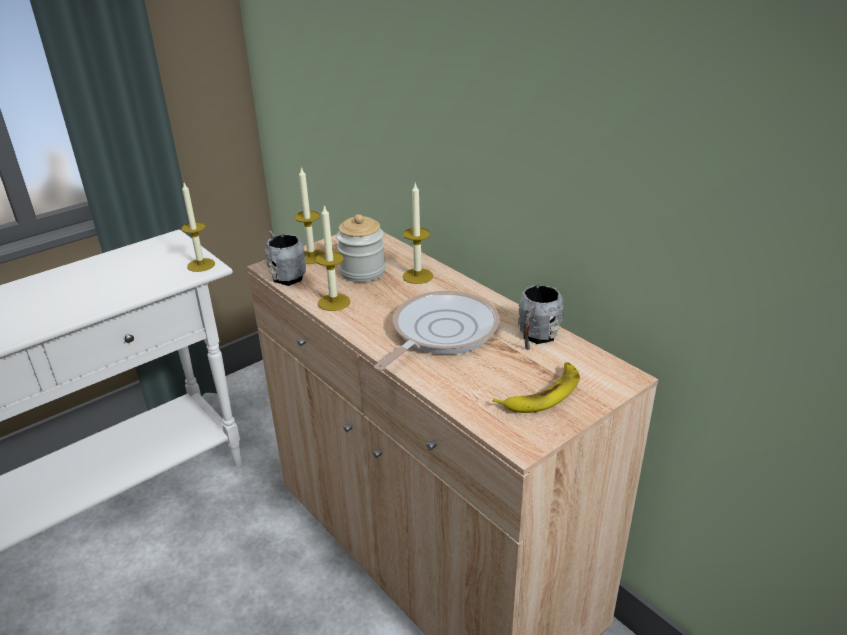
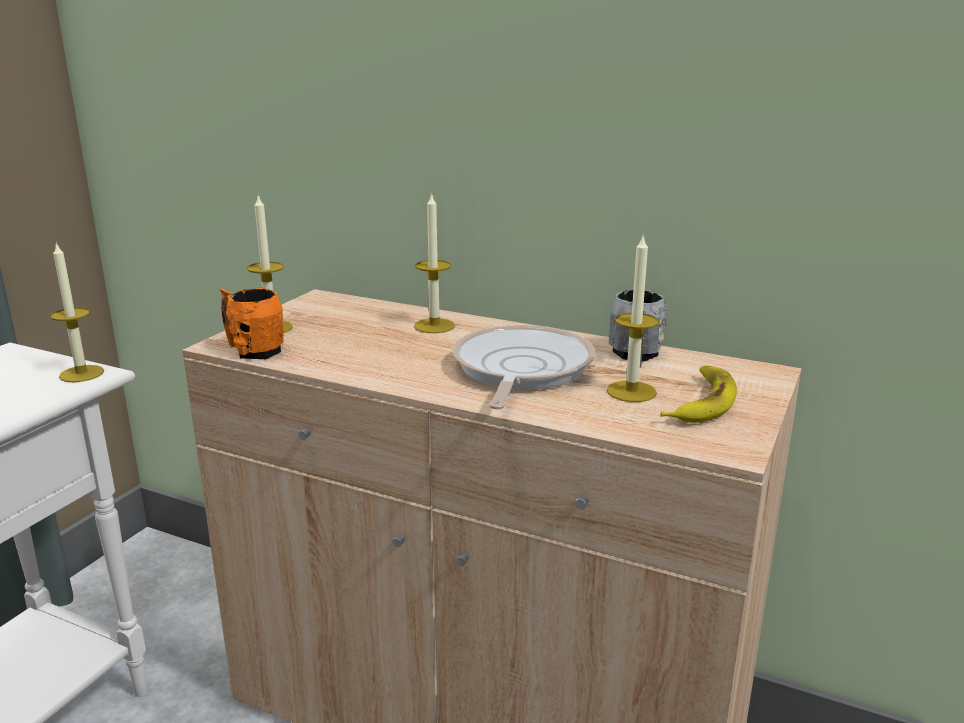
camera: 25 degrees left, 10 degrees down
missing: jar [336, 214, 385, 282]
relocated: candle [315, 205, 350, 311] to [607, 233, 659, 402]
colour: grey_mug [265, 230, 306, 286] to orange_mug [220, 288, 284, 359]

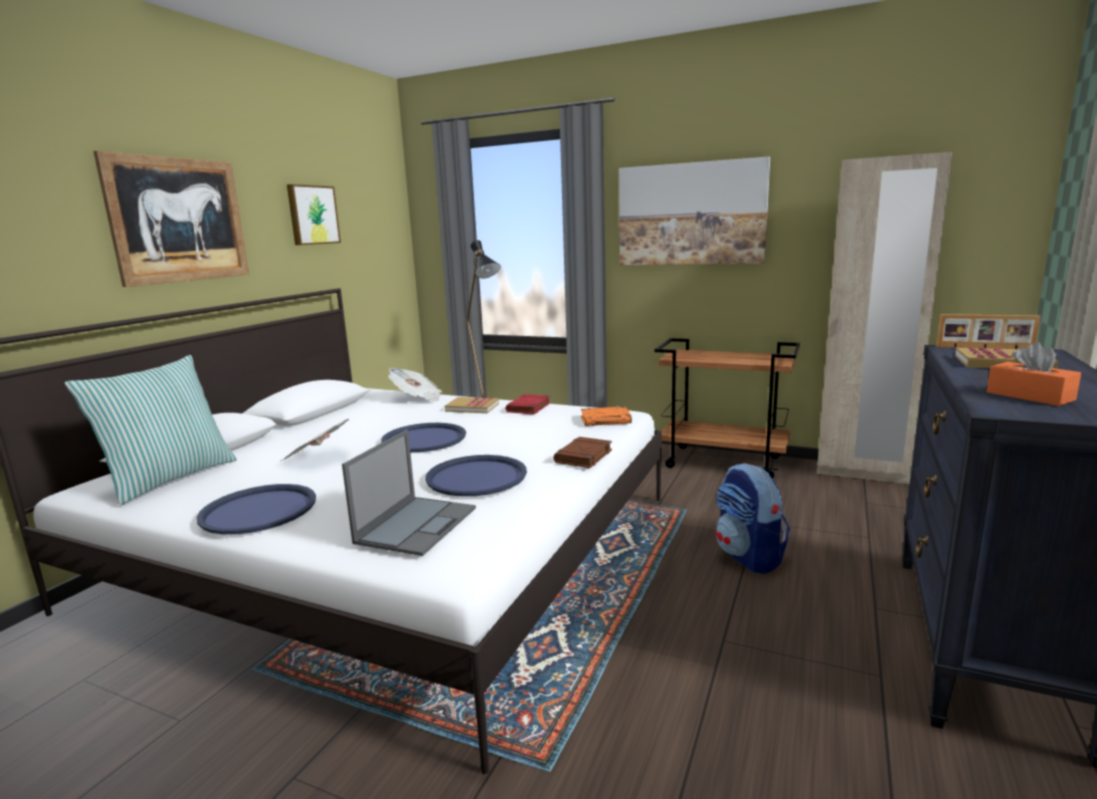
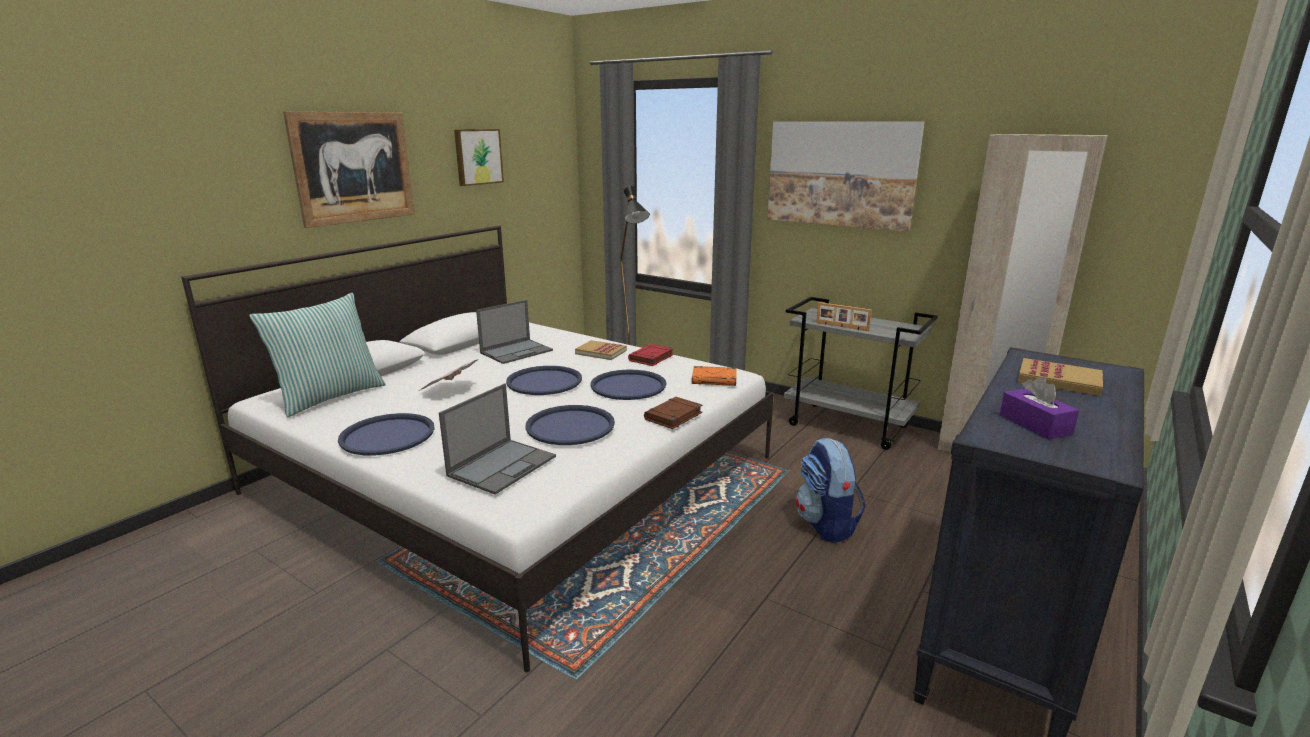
camera: 10 degrees right, 5 degrees up
missing: newspaper [388, 368, 442, 402]
appeared: laptop [476, 300, 553, 364]; blue_tray [591, 370, 666, 400]
relocated: picture_frame [937, 314, 1041, 349] to [816, 302, 872, 331]
colour: brown_cart [654, 338, 800, 479] to grey_cart [784, 297, 938, 450]; orange_tissue_box [987, 342, 1081, 406] to purple_tissue_box [1000, 376, 1079, 439]

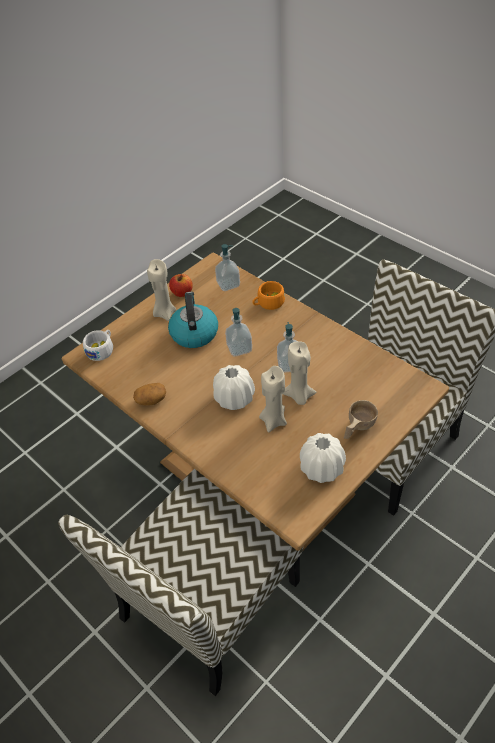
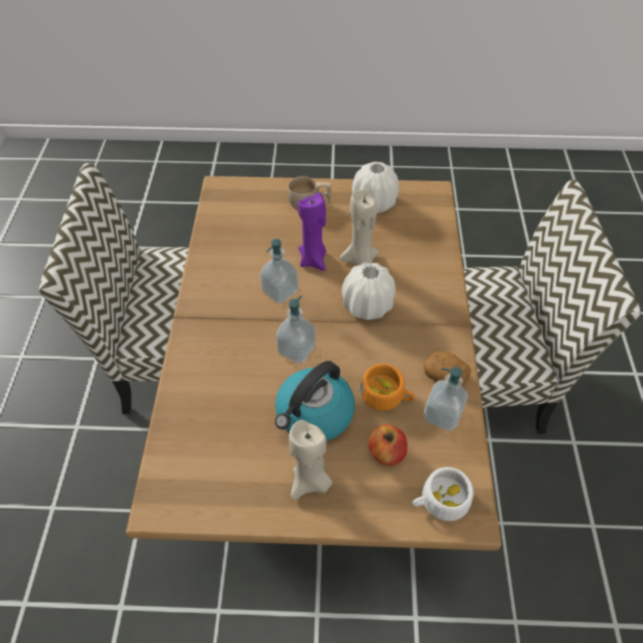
camera: 135 degrees left, 5 degrees up
relocated: orange_cup [253, 281, 285, 310] to [360, 364, 415, 411]; apple [169, 274, 193, 297] to [368, 424, 407, 466]; soap_dispenser [215, 244, 240, 291] to [423, 367, 468, 431]
colour: beige_candle [283, 341, 316, 405] to purple_candle [298, 192, 326, 271]

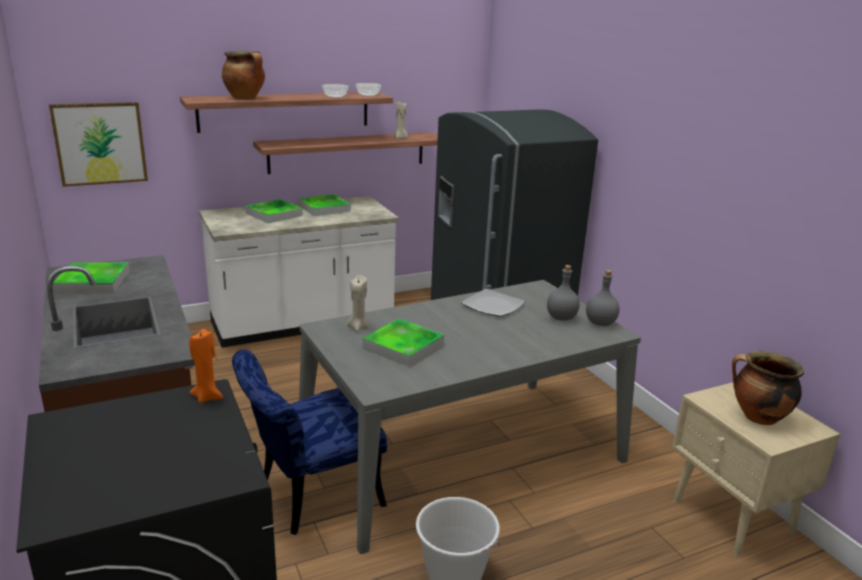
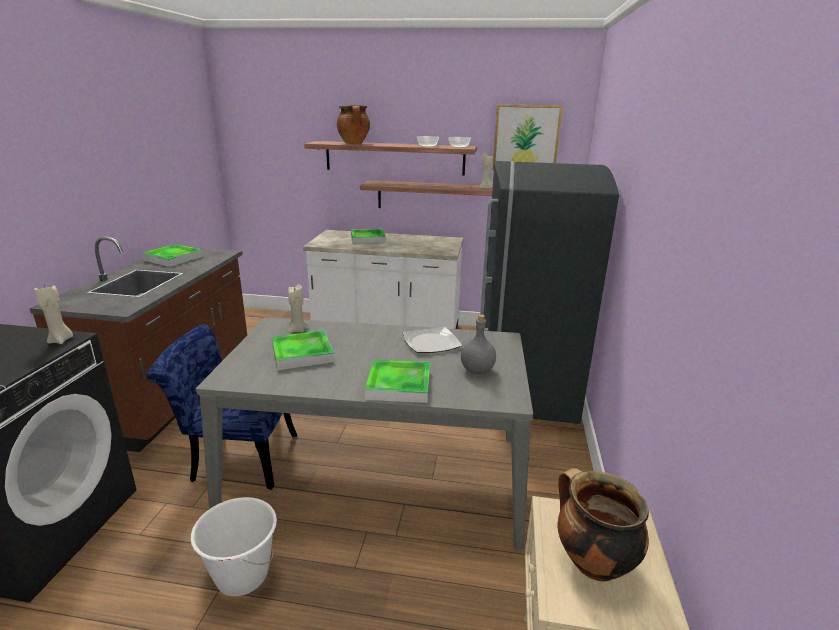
camera: 35 degrees right, 0 degrees up
missing: grey_bottle [586, 270, 619, 326]
relocated: tray [299, 194, 351, 216] to [365, 360, 430, 403]; picture [49, 102, 148, 187] to [493, 104, 563, 170]
colour: orange_candle [189, 329, 223, 403] to beige_candle [34, 285, 73, 344]

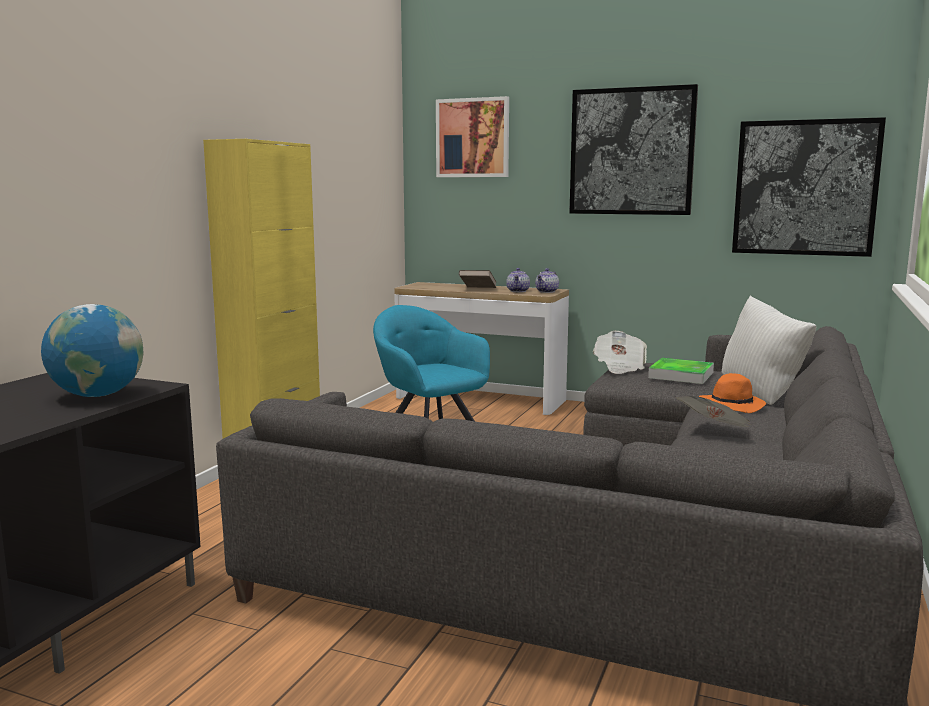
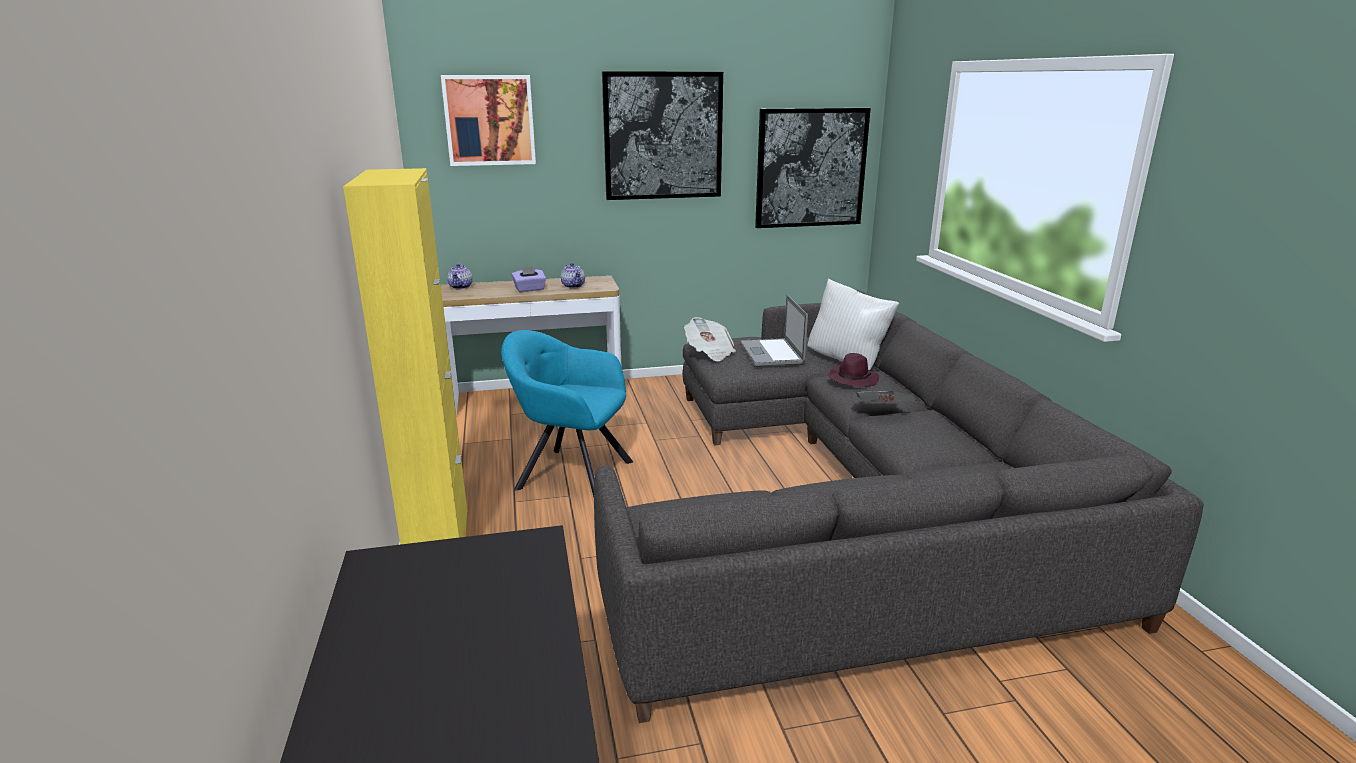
camera: 35 degrees left, 10 degrees up
missing: globe [41, 304, 143, 397]
relocated: teapot [535, 268, 559, 293] to [447, 264, 473, 289]
exchanged: brown_book [459, 270, 497, 288] to purple_tissue_box [511, 266, 546, 292]; tray [648, 358, 714, 384] to laptop [740, 294, 808, 366]
colour: orange_hat [699, 373, 766, 413] to purple_hat [828, 353, 879, 387]

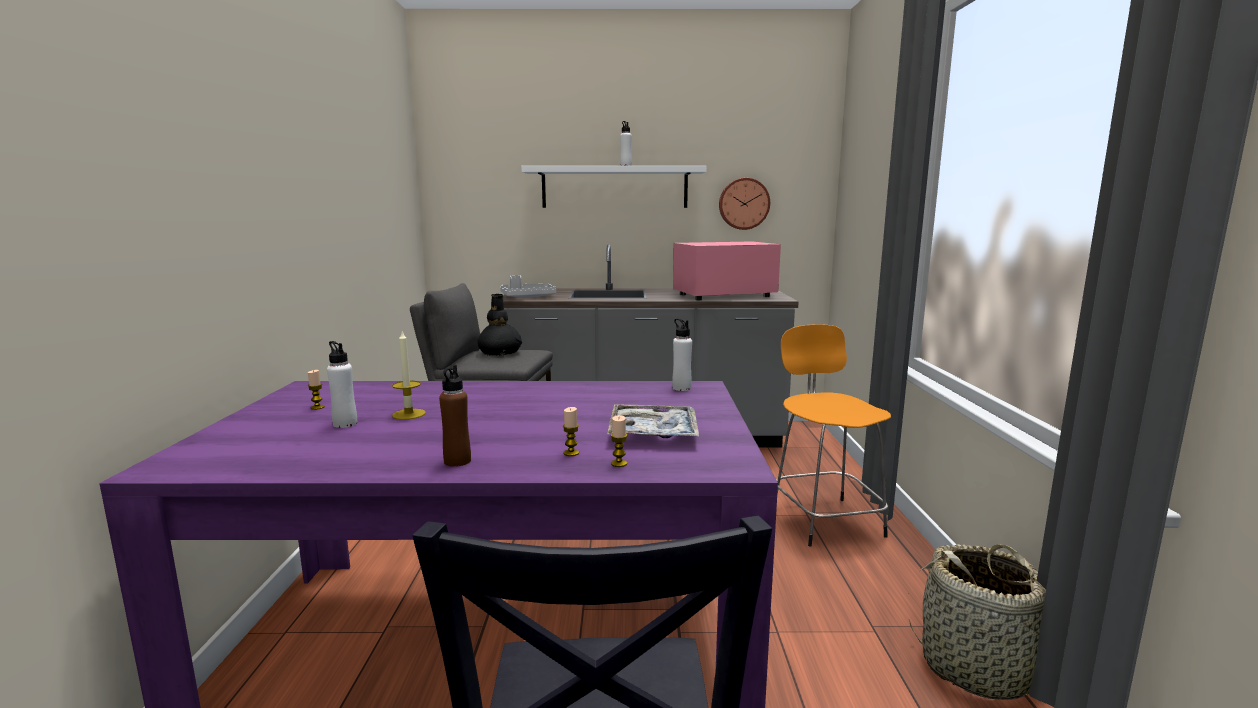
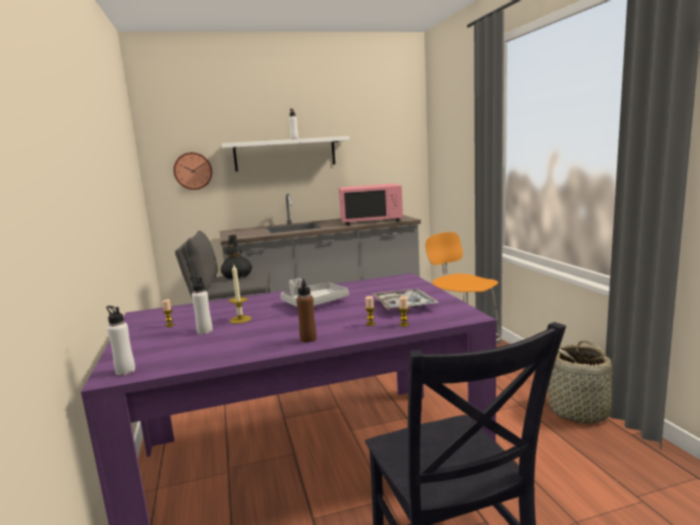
camera: 15 degrees left, 0 degrees up
relocated: white_bottle [672, 319, 692, 391] to [106, 306, 135, 375]; wall_clock [719, 178, 770, 230] to [173, 152, 212, 190]; grey_tray [500, 275, 556, 298] to [280, 278, 349, 307]
spun: pink_microwave [673, 241, 781, 300] = [339, 183, 403, 225] 150 degrees counterclockwise

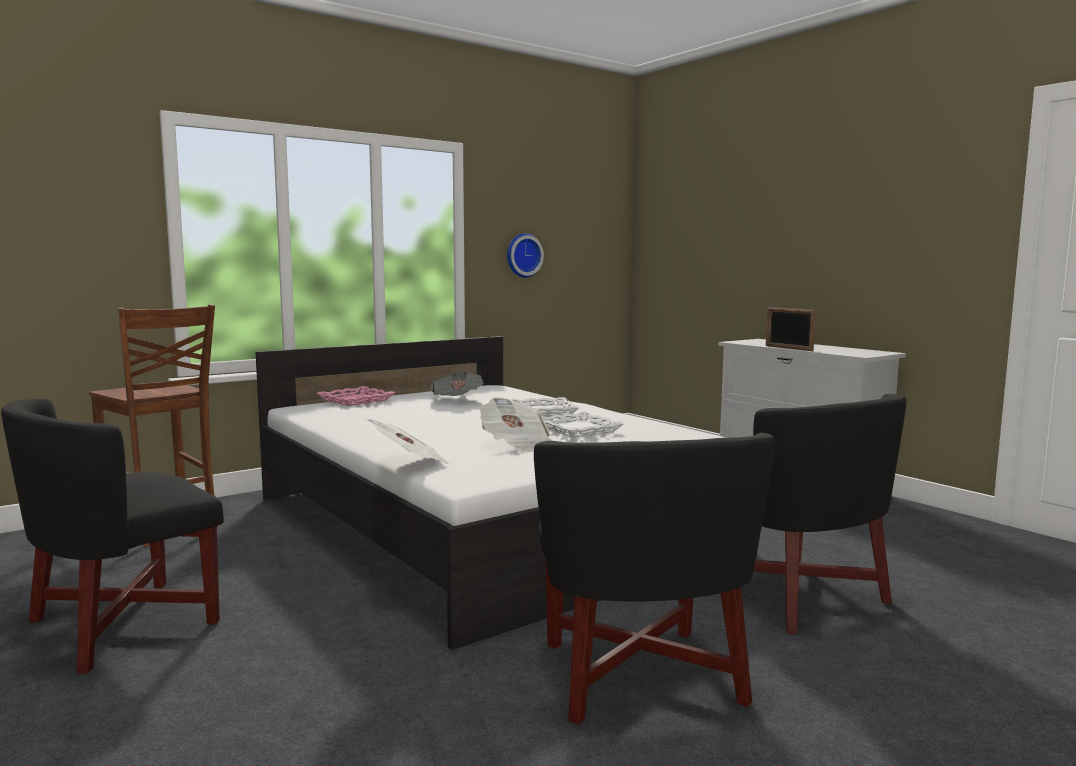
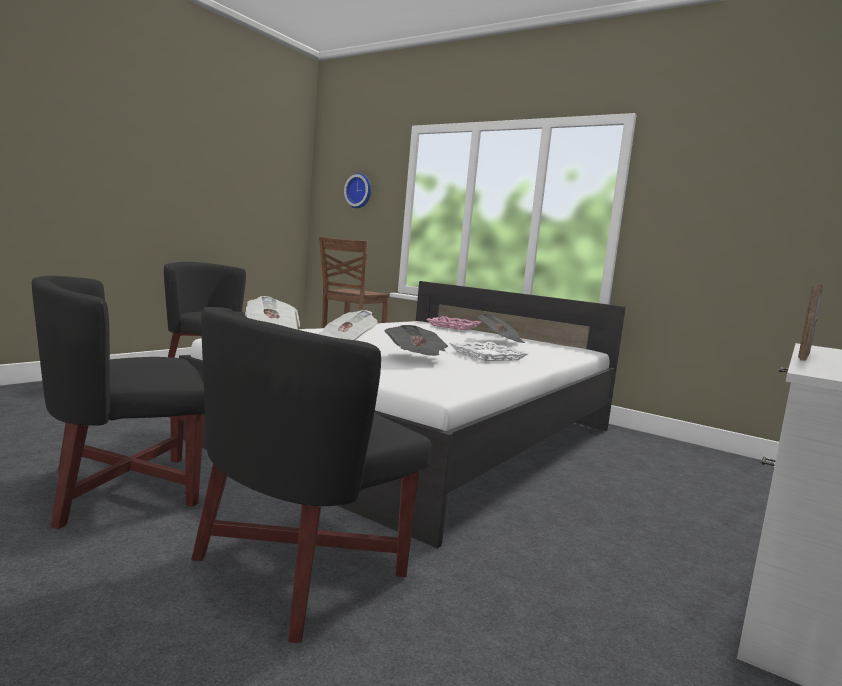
camera: 70 degrees right, 0 degrees up
relocated: wall_clock [507, 233, 544, 278] to [344, 173, 371, 208]
exchanged: white_tray [542, 411, 624, 437] to newspaper [384, 325, 447, 356]

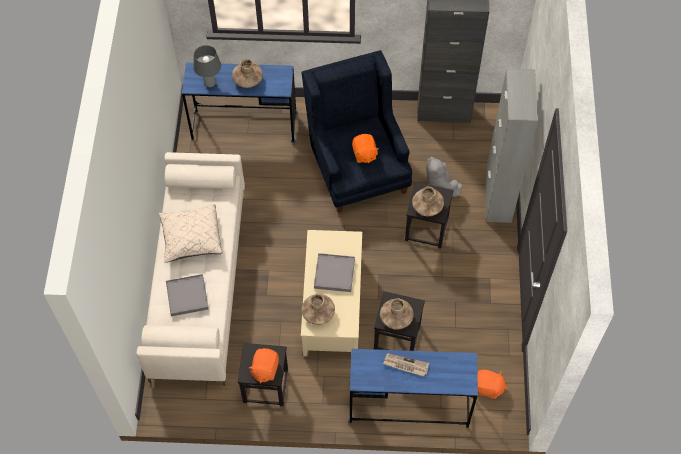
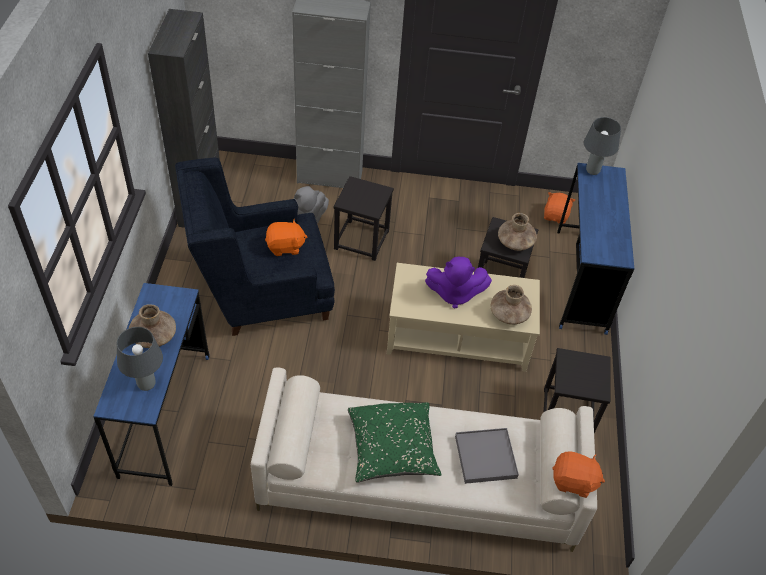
camera: 90 degrees left, 10 degrees down
missing: newspaper [383, 353, 429, 376]; brown_vase [412, 186, 444, 216]
appeared: grey_table_lamp [584, 117, 621, 175]
relocated: orange_plush_toy [249, 348, 279, 383] to [552, 451, 605, 498]
exchanged: grey_tray [314, 253, 355, 292] to purple_plush_toy [425, 257, 492, 309]
colour: beige_pillow [159, 204, 222, 263] to green_pillow [348, 402, 442, 482]

